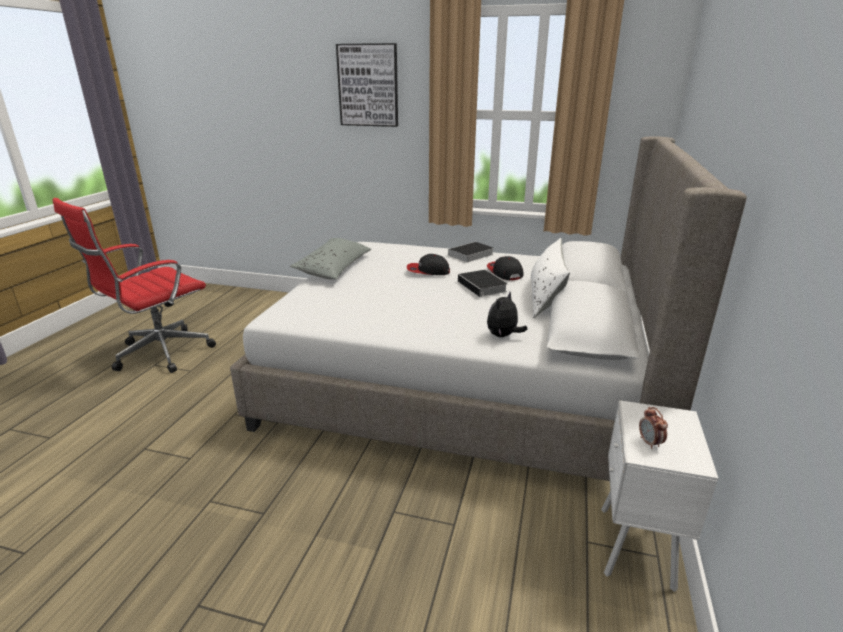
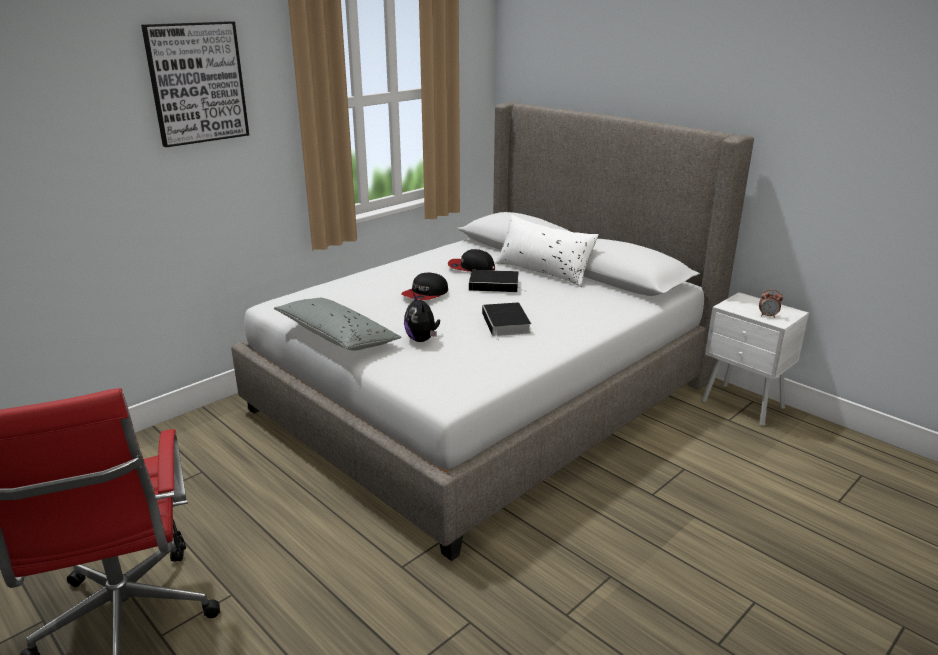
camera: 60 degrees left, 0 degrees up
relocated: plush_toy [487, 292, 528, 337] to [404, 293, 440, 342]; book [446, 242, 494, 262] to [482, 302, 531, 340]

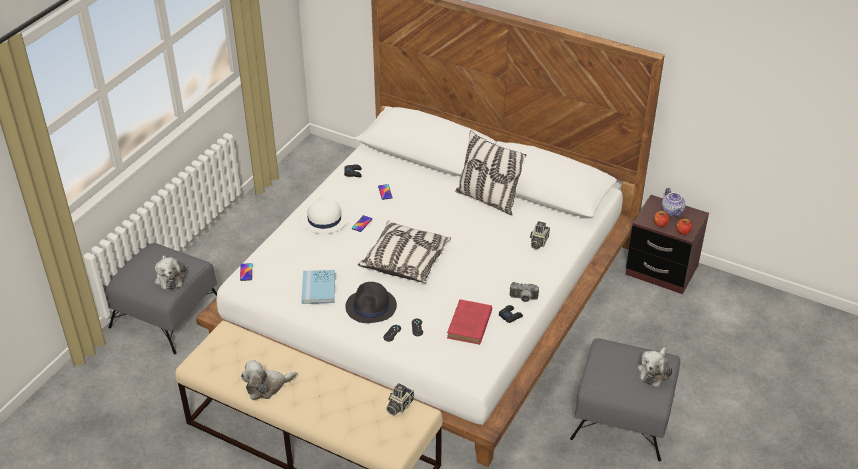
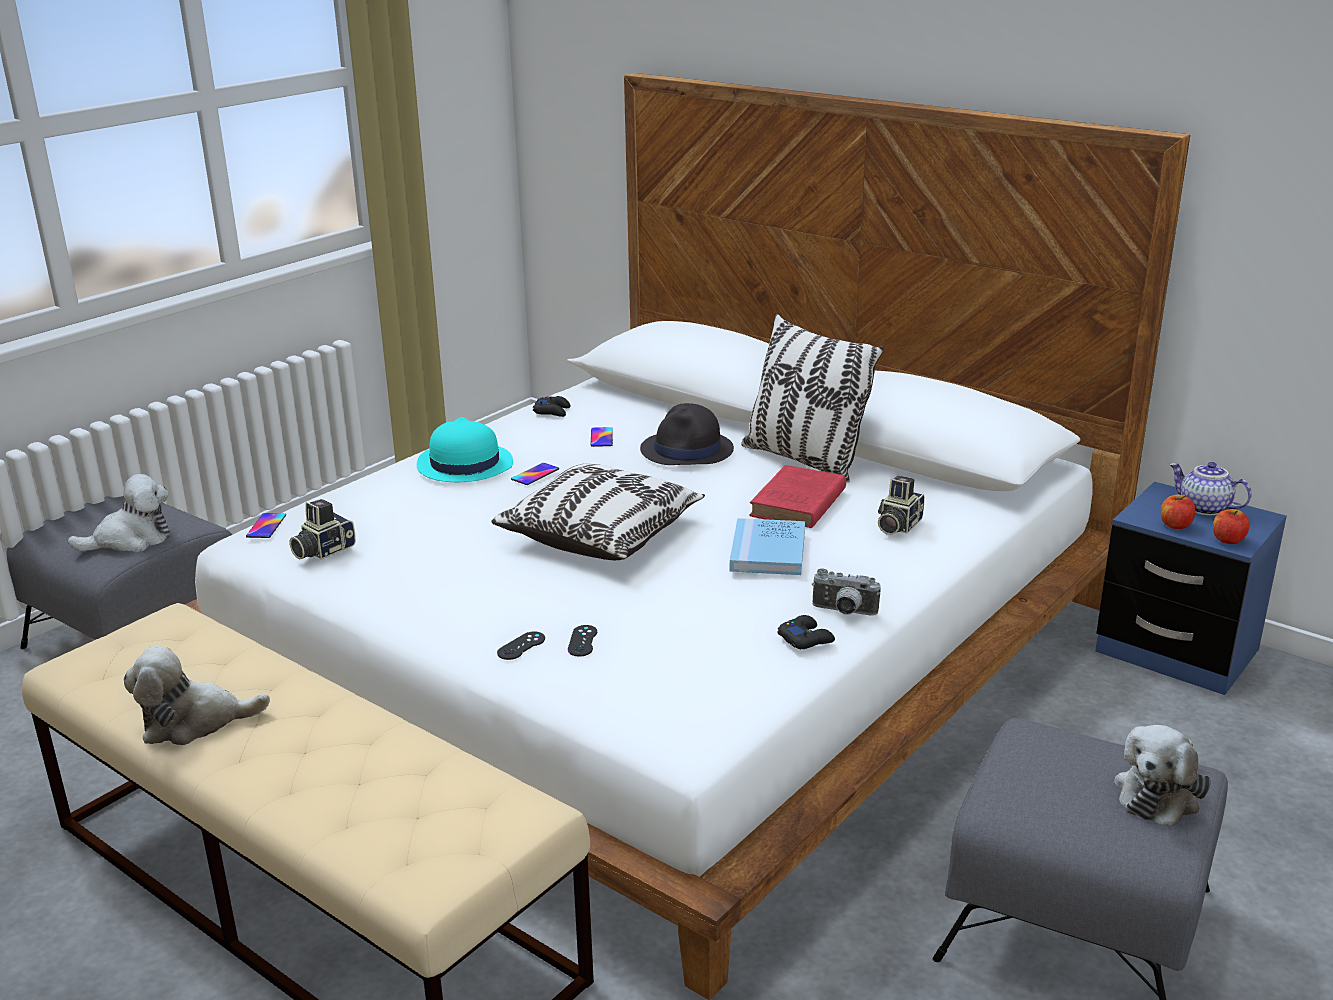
camera: 10 degrees right, 15 degrees down
relocated: photo_camera [386, 383, 414, 416] to [289, 499, 356, 560]; black_hat [345, 282, 397, 323] to [640, 403, 734, 465]; blue_book [301, 270, 335, 304] to [730, 518, 805, 575]; red_book [447, 299, 492, 345] to [749, 465, 846, 528]
colour: white_hat [301, 197, 348, 234] to turquoise_hat [417, 417, 513, 482]; brown_nightstand [626, 195, 709, 294] to blue_nightstand [1095, 482, 1287, 695]
spun: plush_toy [155, 255, 186, 290] = [68, 474, 170, 552] 105 degrees counterclockwise; teapot [661, 188, 685, 217] = [1169, 462, 1252, 515] 135 degrees clockwise

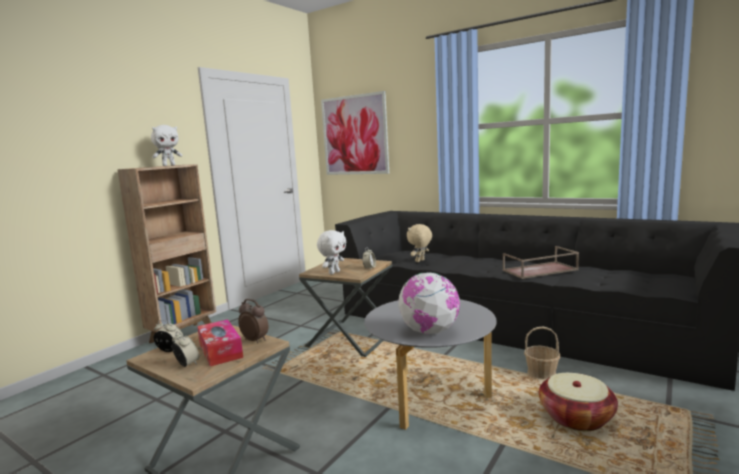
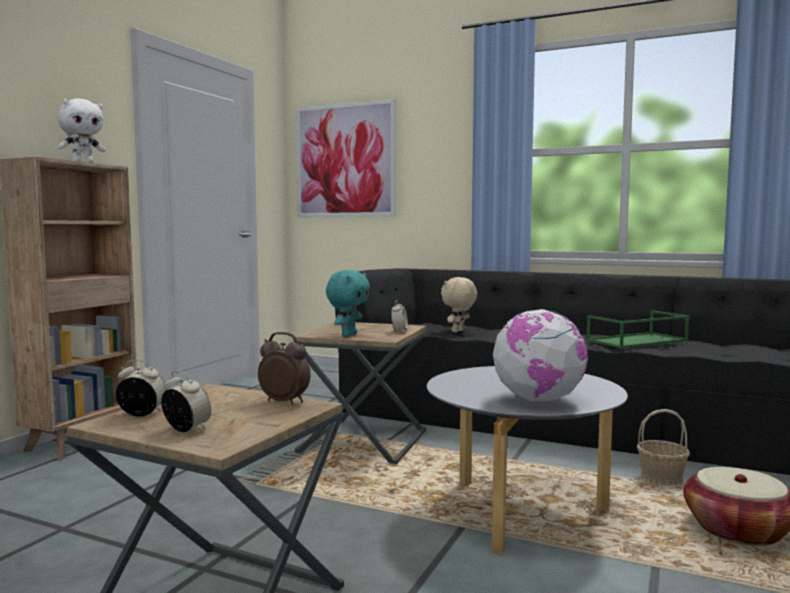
camera: 10 degrees left, 5 degrees down
missing: tissue_box [197, 319, 243, 366]
colour: white_plush_toy [317, 230, 346, 274] to turquoise_plush_toy [326, 270, 370, 337]; brown_tray [503, 246, 579, 279] to green_tray [586, 310, 689, 348]

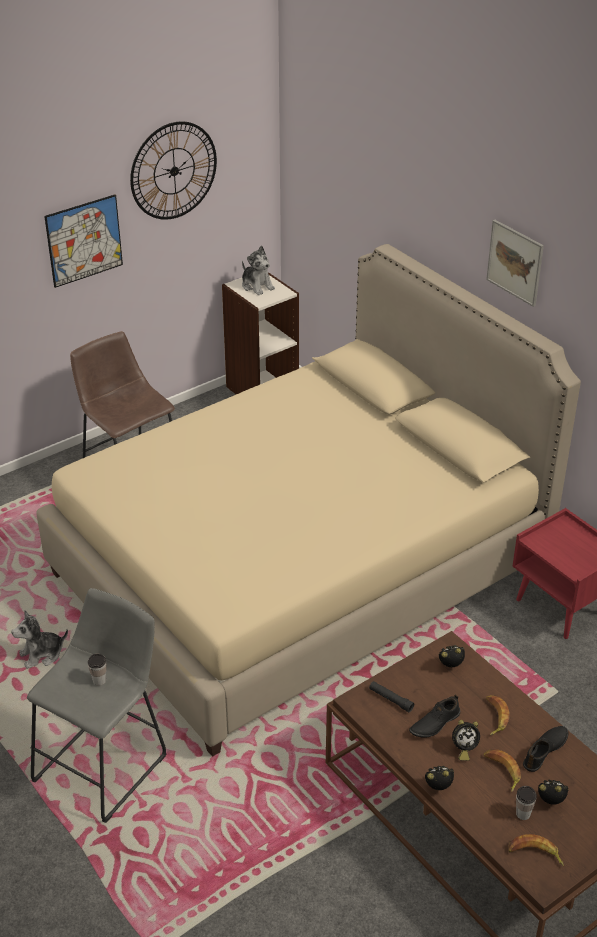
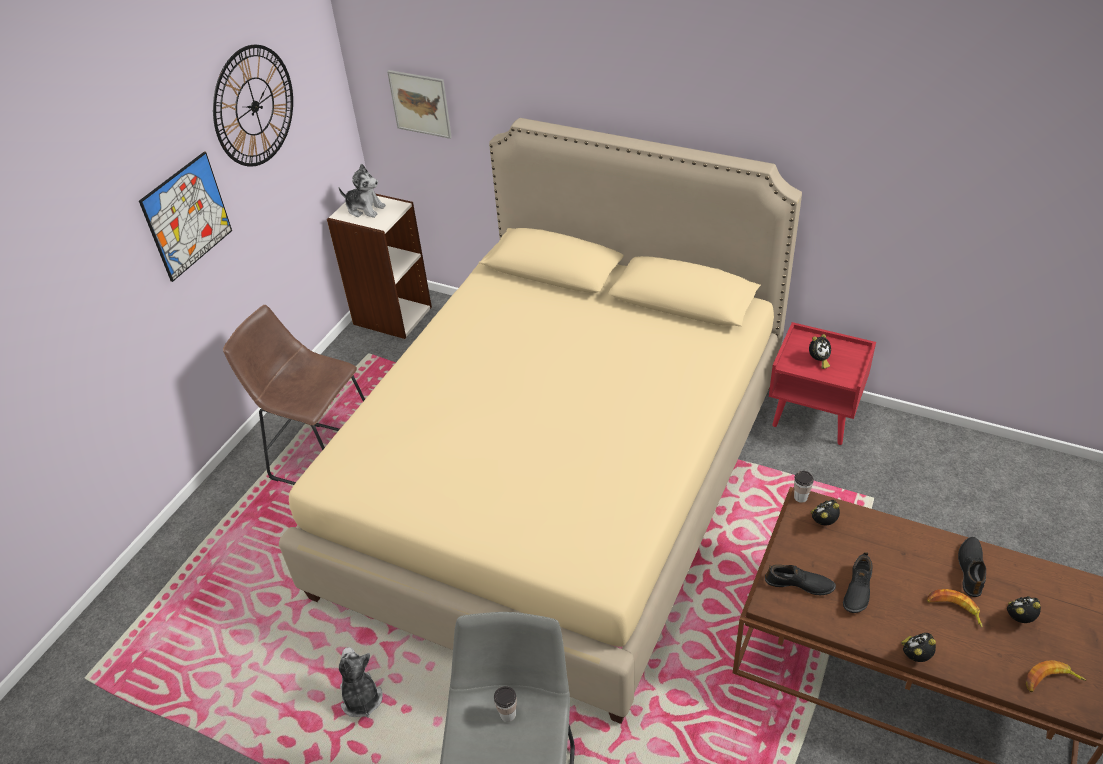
camera: 25 degrees left, 5 degrees up
missing: banana [486, 695, 510, 736]
relocated: picture [486, 220, 544, 307] to [387, 70, 452, 139]; cup [516, 786, 537, 820] to [794, 471, 814, 503]; alarm_clock [452, 720, 480, 761] to [809, 334, 831, 369]
exchanged: black_flashlight [369, 681, 414, 713] to black_shoe [765, 565, 836, 595]
spun: plush_toy [11, 610, 68, 669] = [339, 647, 383, 718] 120 degrees clockwise

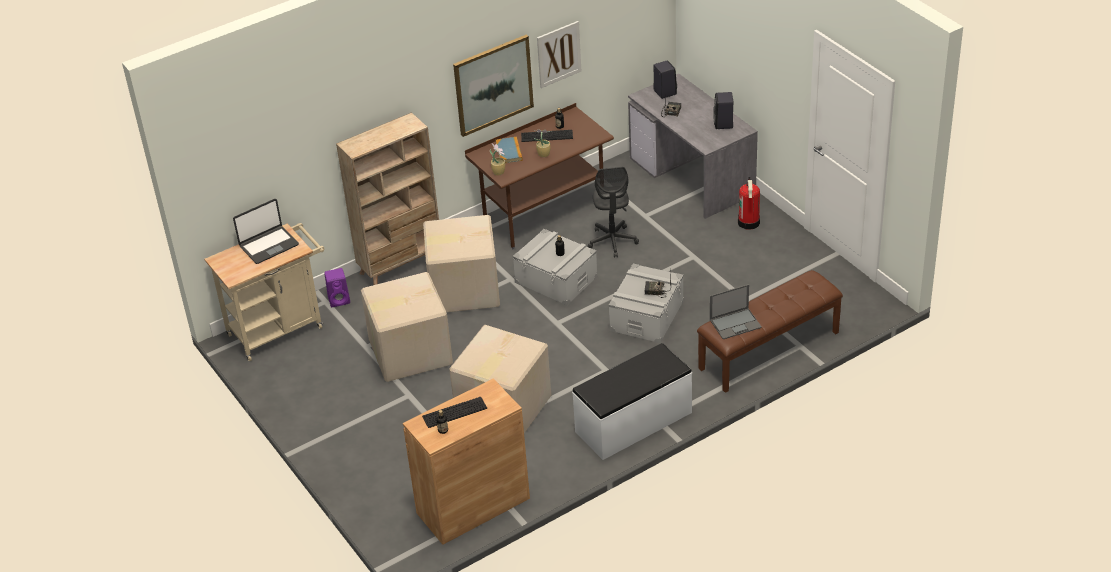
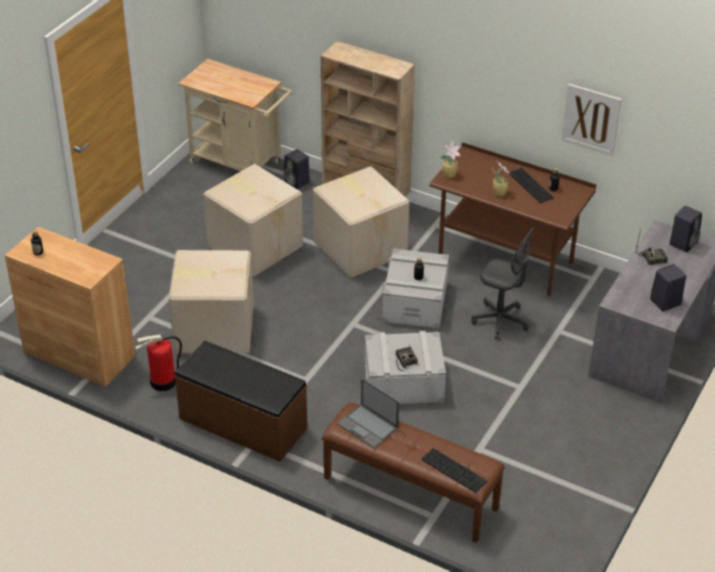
camera: 60 degrees right, 0 degrees up
missing: laptop [233, 199, 299, 264]; picture [453, 35, 534, 137]; book [496, 137, 523, 163]
relocated: fire_extinguisher [738, 177, 760, 230] to [135, 335, 182, 391]; keyboard [422, 397, 487, 428] to [421, 448, 487, 493]
colour: white_bench [572, 343, 692, 460] to brown_bench [175, 341, 307, 462]; purple_speaker [324, 268, 350, 307] to black_speaker [284, 149, 310, 189]
spun: grey_office_chair [588, 167, 639, 258] = [472, 227, 534, 340] 120 degrees counterclockwise

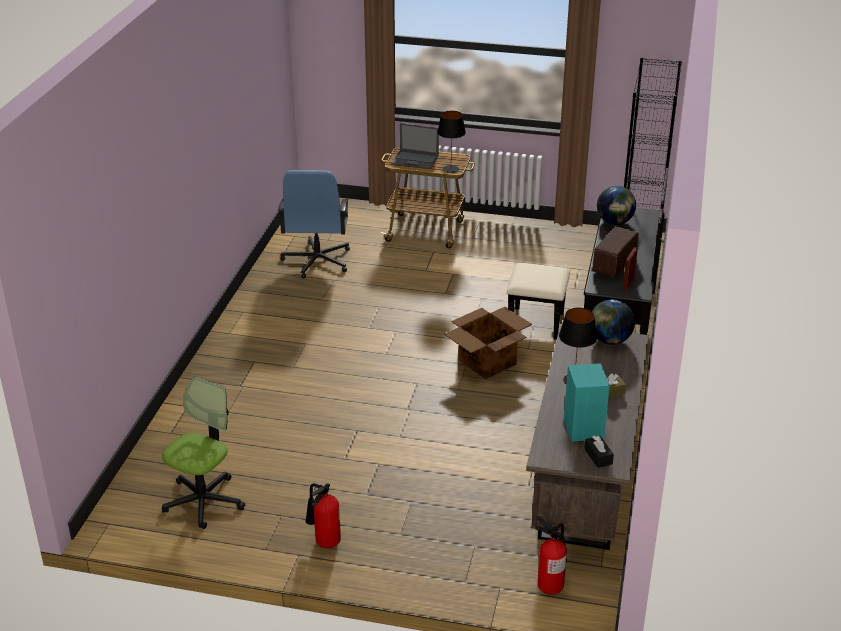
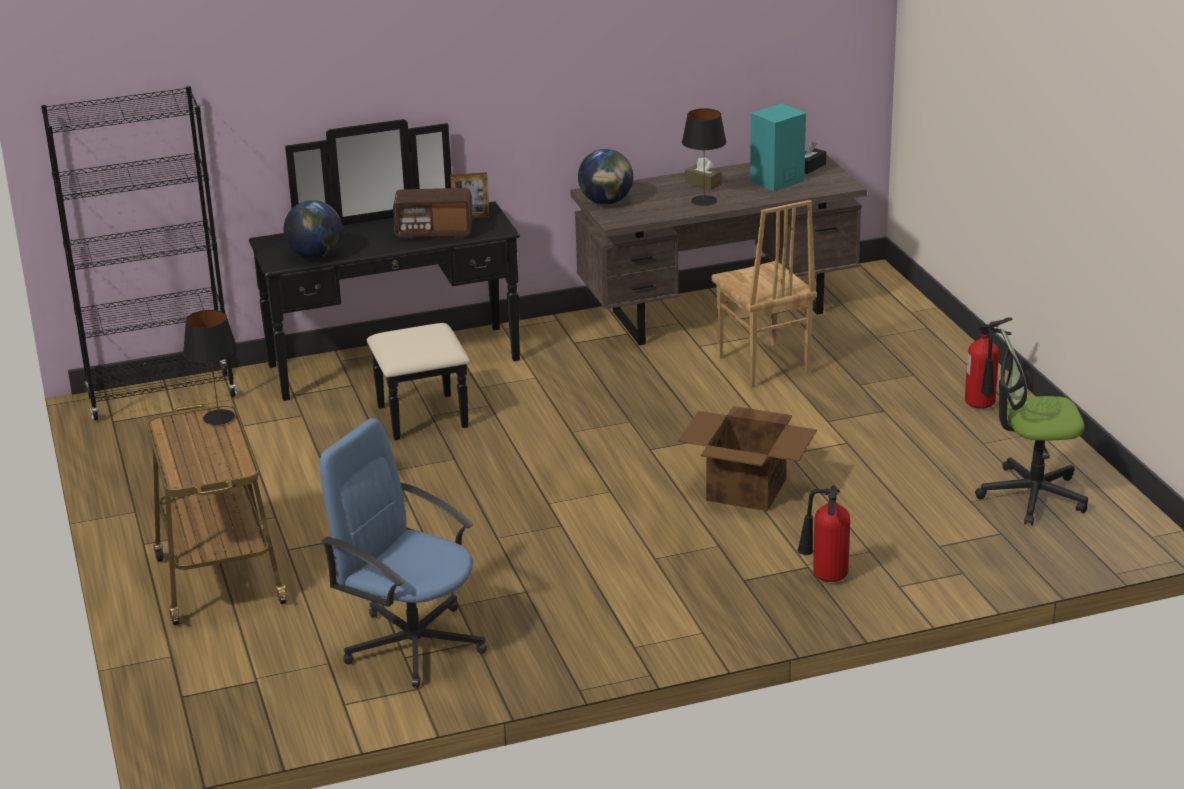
camera: 120 degrees left, 5 degrees down
missing: laptop [391, 123, 439, 169]
appeared: brown_chair [711, 200, 817, 388]
relocated: cardboard_box [444, 307, 532, 380] to [678, 406, 817, 511]; fire_extinguisher [535, 516, 567, 595] to [798, 485, 850, 582]
spun: blue_office_chair [278, 170, 350, 279] = [320, 418, 487, 688] 120 degrees counterclockwise

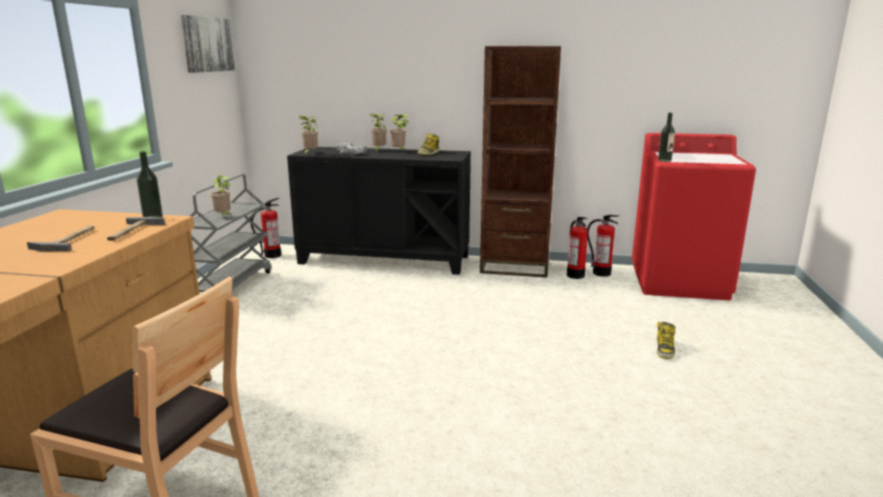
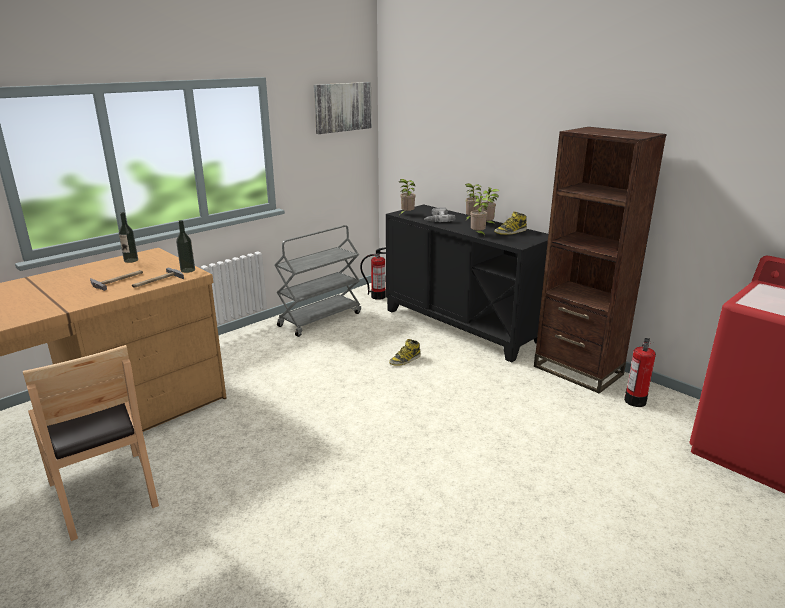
camera: 35 degrees right, 5 degrees up
missing: fire_extinguisher [587, 215, 620, 277]
relocated: bottle [658, 113, 675, 162] to [119, 212, 138, 263]; boot [657, 322, 675, 359] to [389, 339, 421, 366]; potted_plant [211, 175, 232, 216] to [470, 196, 488, 236]

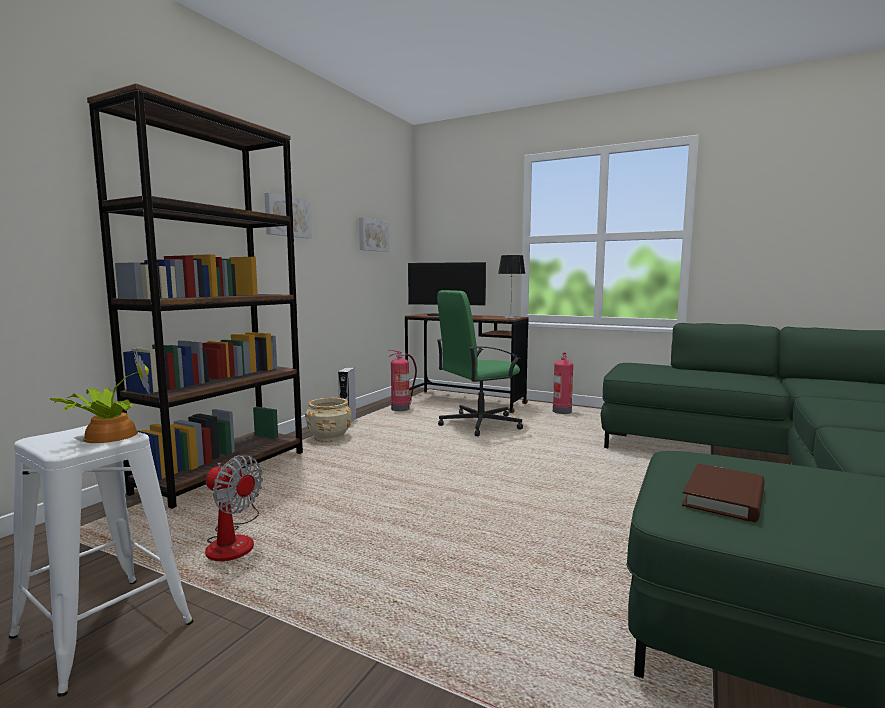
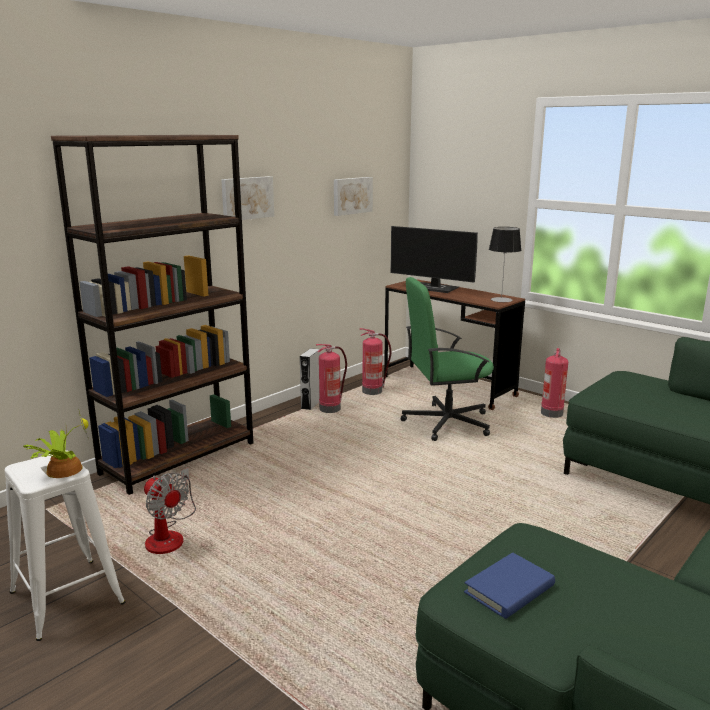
camera: 15 degrees right, 10 degrees up
missing: beige_planter [305, 398, 352, 442]
appeared: fire_extinguisher [316, 344, 347, 413]
colour: brown_book [682, 463, 765, 522] to blue_book [464, 552, 555, 619]

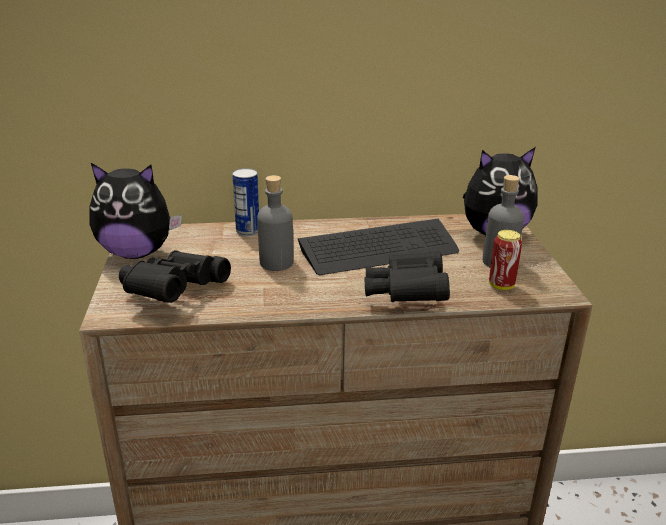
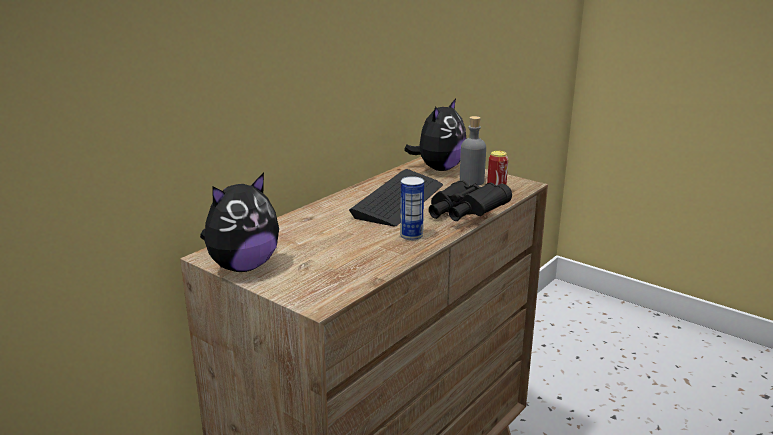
camera: 45 degrees left, 5 degrees down
missing: black_binoculars [119, 250, 231, 303]; grey_bottle [257, 175, 294, 271]
relocated: can [232, 168, 259, 236] to [400, 176, 424, 240]

